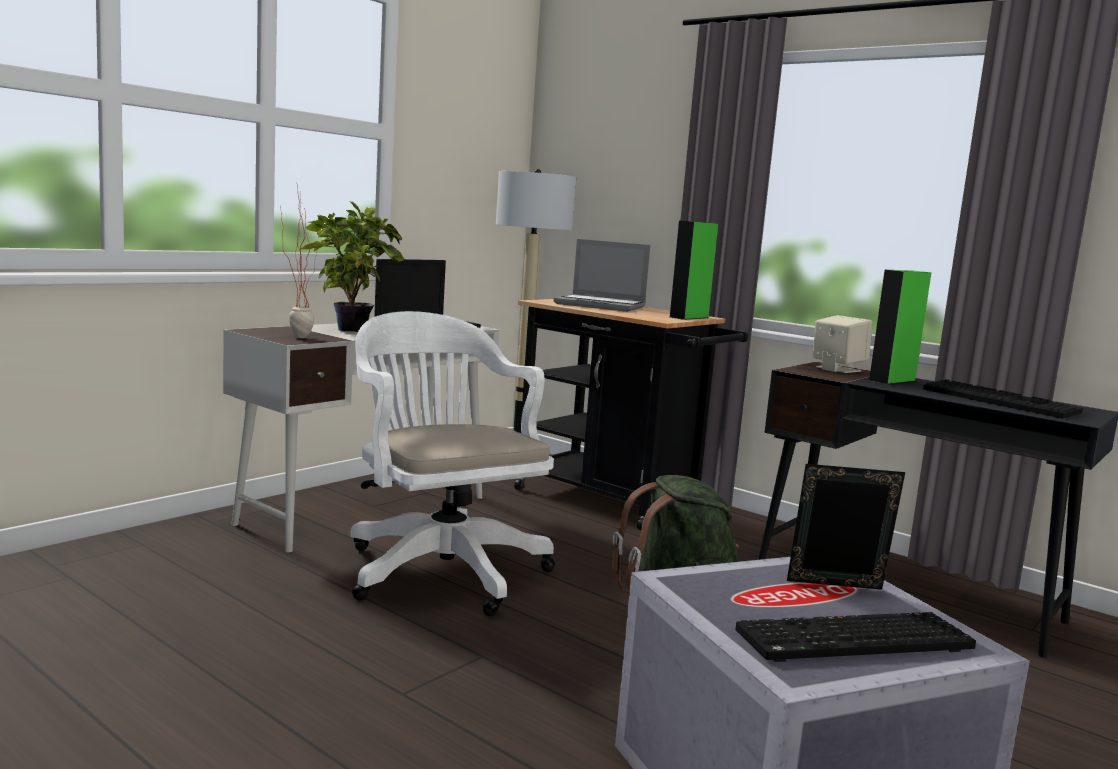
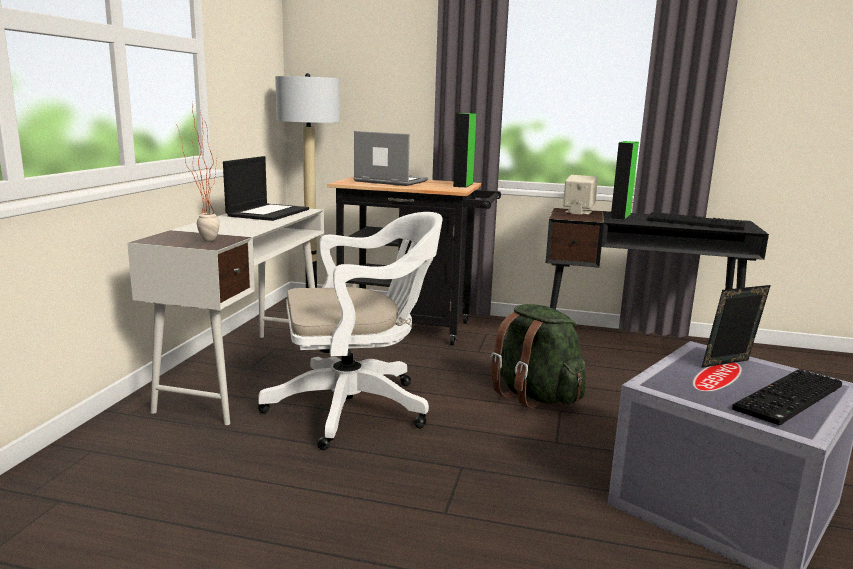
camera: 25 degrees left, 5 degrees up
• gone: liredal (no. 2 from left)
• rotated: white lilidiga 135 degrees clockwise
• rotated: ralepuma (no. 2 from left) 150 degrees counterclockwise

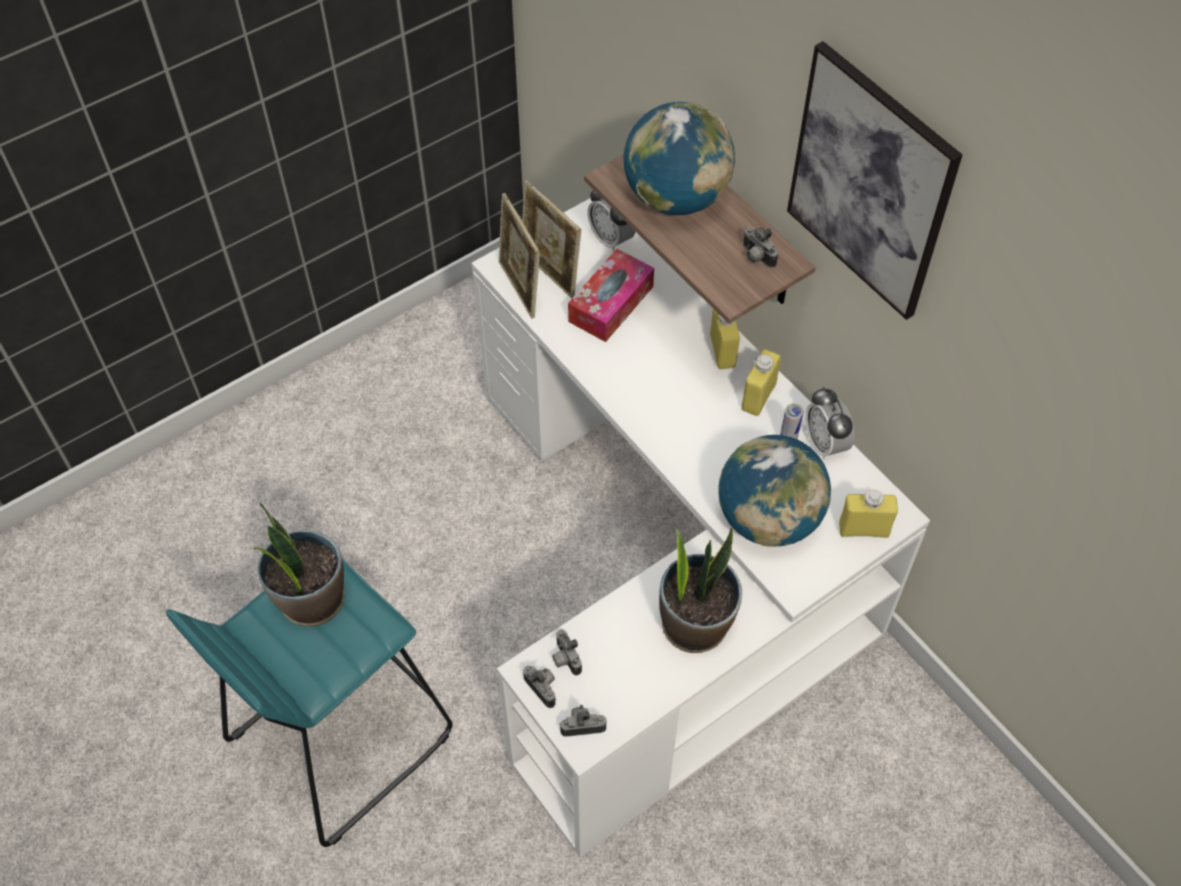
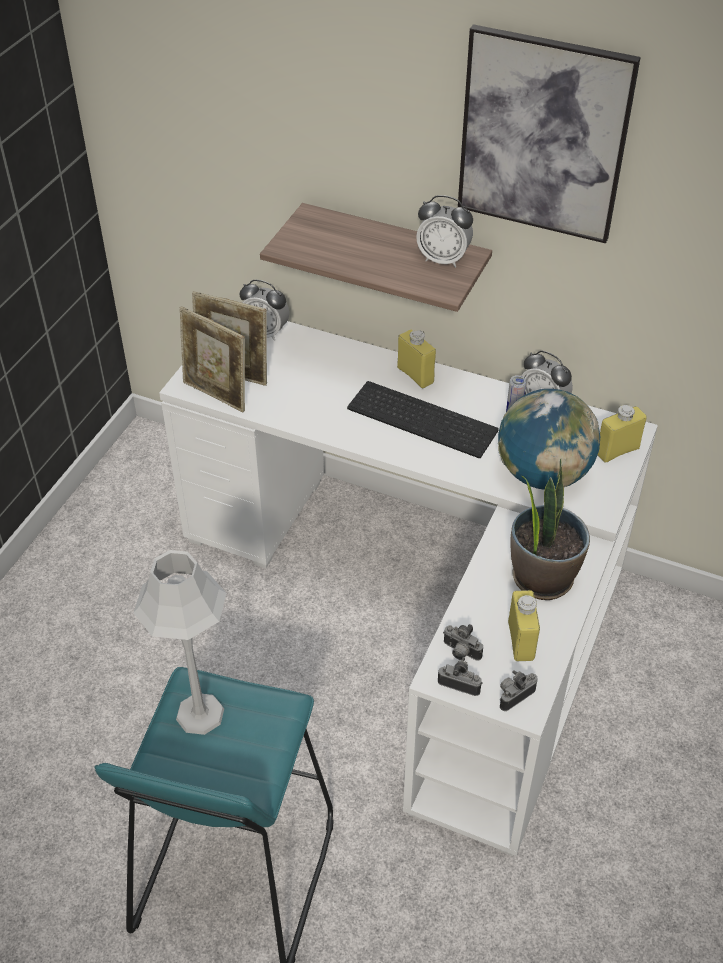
camera: 30 degrees left, 10 degrees down
• gone: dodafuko
• gone: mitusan (no. 1 from left)
• new: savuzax
• shifted: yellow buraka (no. 2 from left)
• swapped: liredal (no. 1 from left) to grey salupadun
• swapped: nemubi (no. 4 from left) to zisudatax (no. 2 from left)

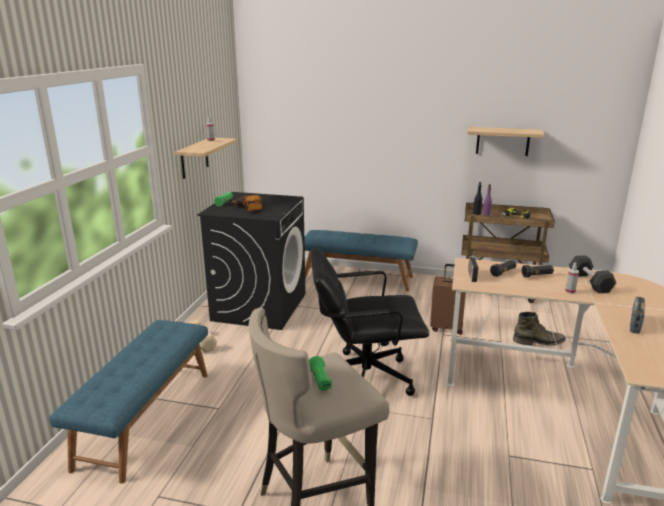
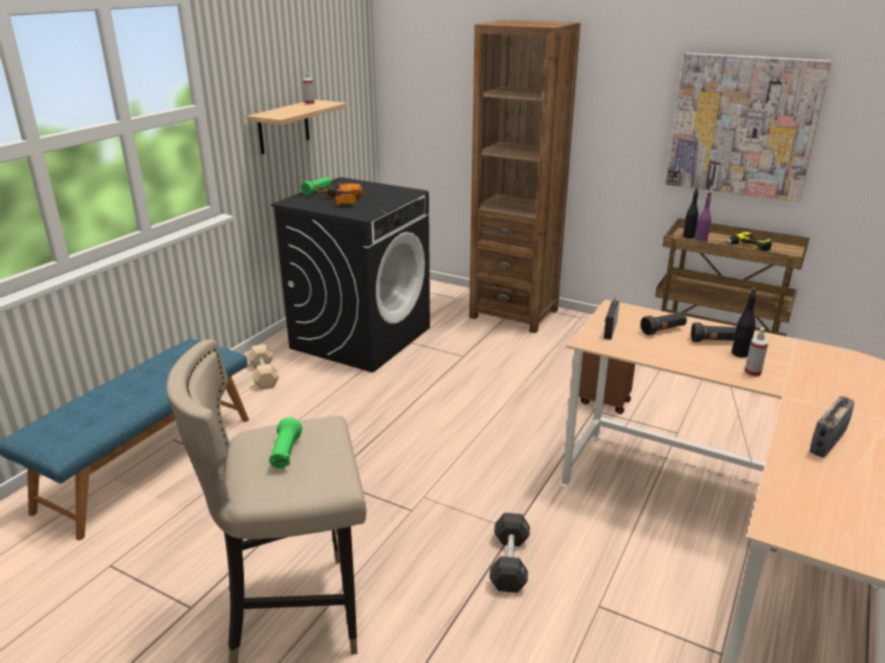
camera: 15 degrees right, 5 degrees up
• gone: black lilidiga
• gone: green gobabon
• new: black buraka (no. 2 from left)
• shifted: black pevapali
• swapped: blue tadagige (no. 2 from left) to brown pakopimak
• swapped: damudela (no. 2 from left) to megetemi

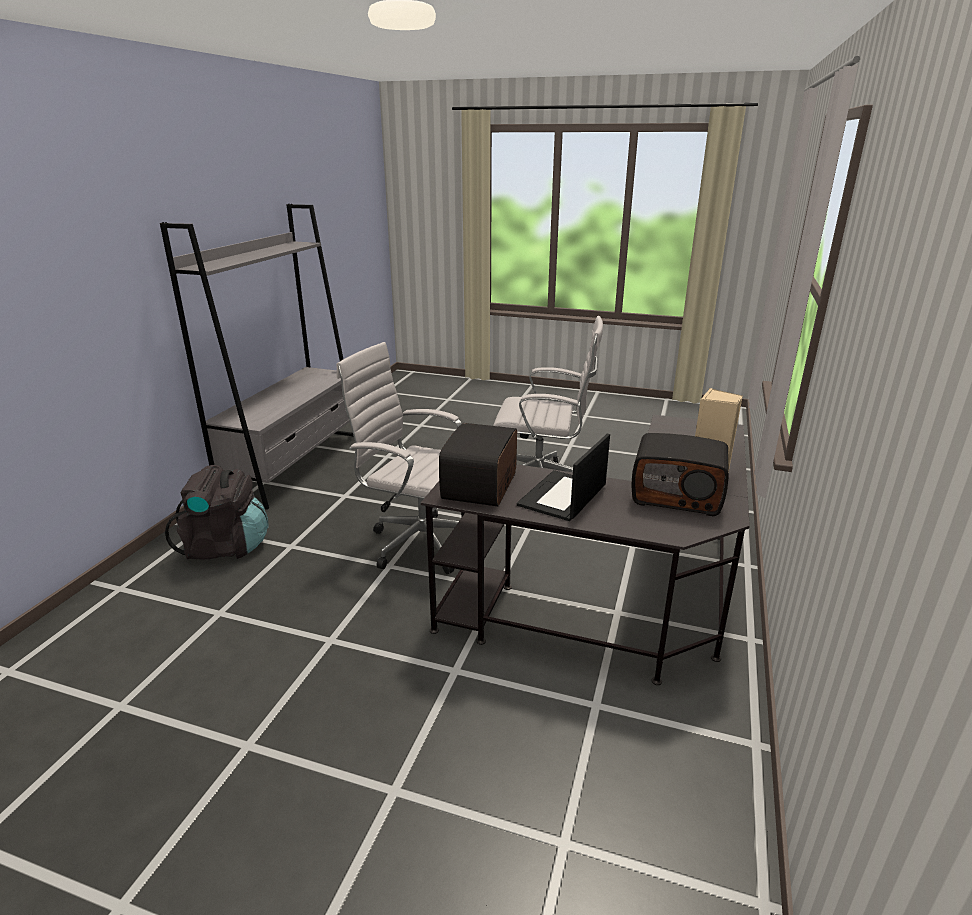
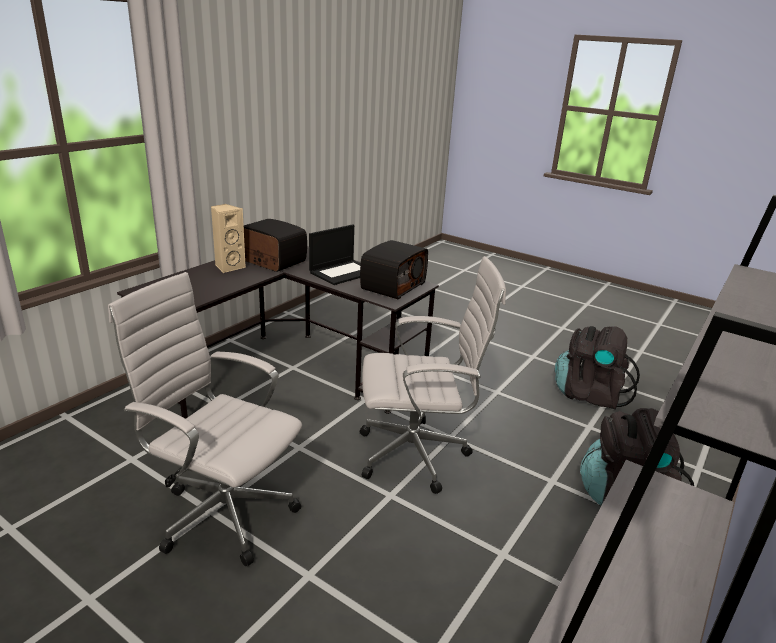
camera: 165 degrees left, 0 degrees up
• new: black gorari (no. 1 from left)
• rotated: white lilidiga (no. 1 from left in the first image) 45 degrees counterclockwise

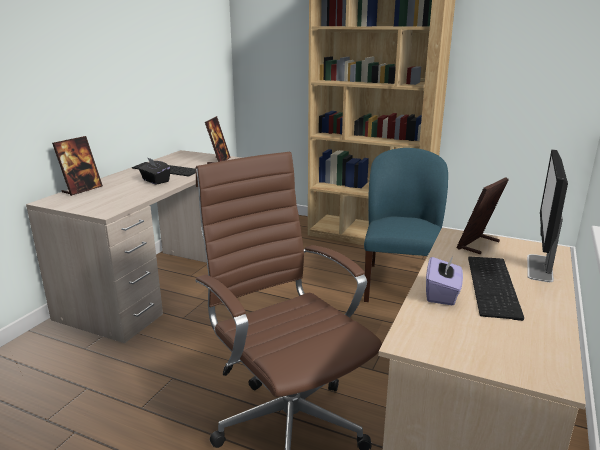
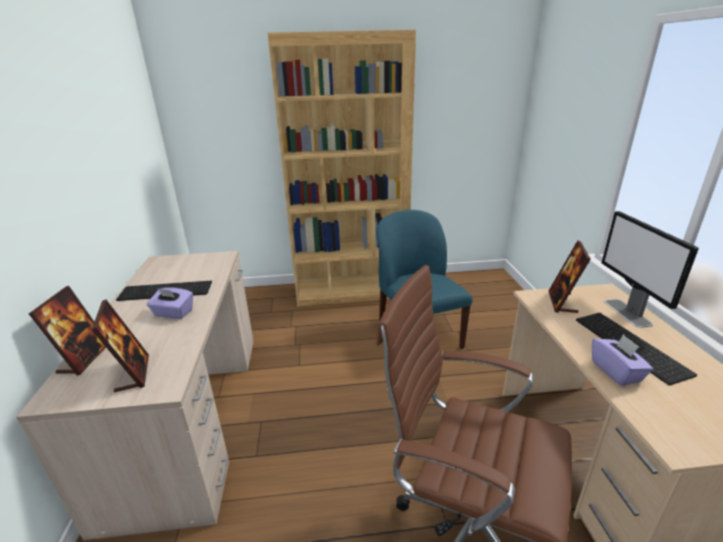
camera: 30 degrees left, 5 degrees up
• shifted: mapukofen (no. 2 from left)
• repainted: black dodafuko to purple dodafuko (no. 1 from left)

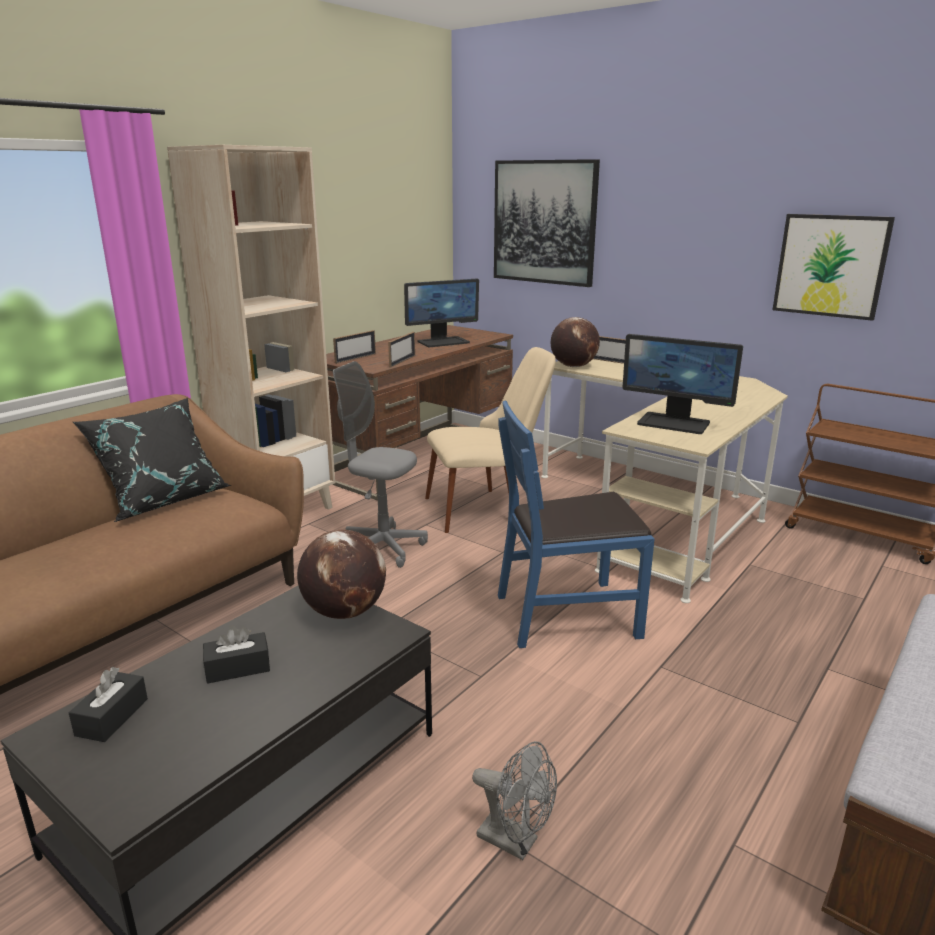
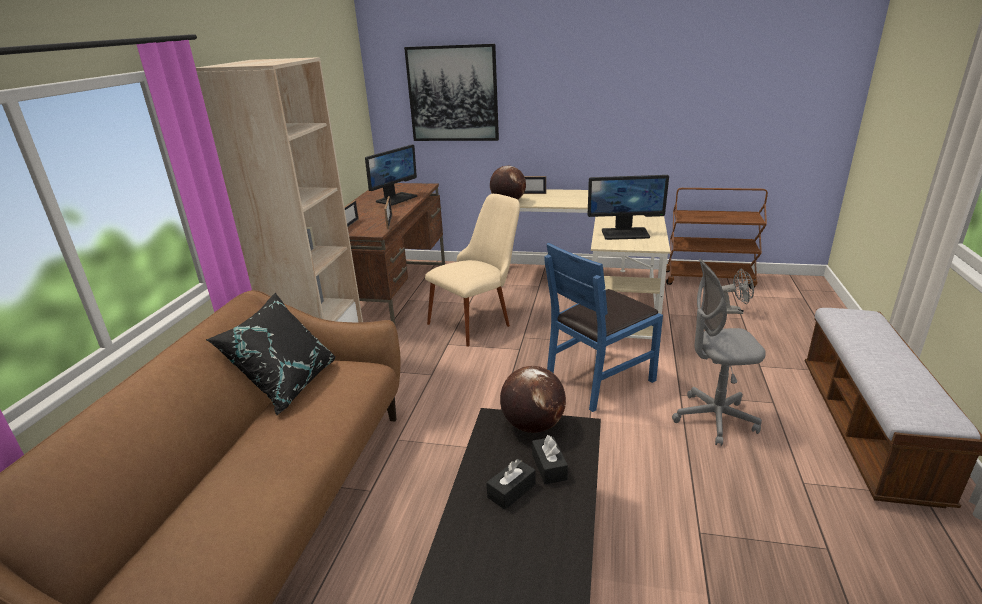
camera: 25 degrees left, 5 degrees up
• gone: megetemi (no. 2 from left)
• shifted: black dodafuko (no. 1 from left in the first image) to black dodafuko (no. 2 from left)
• shifted: grey lilidiga
• shifted: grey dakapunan

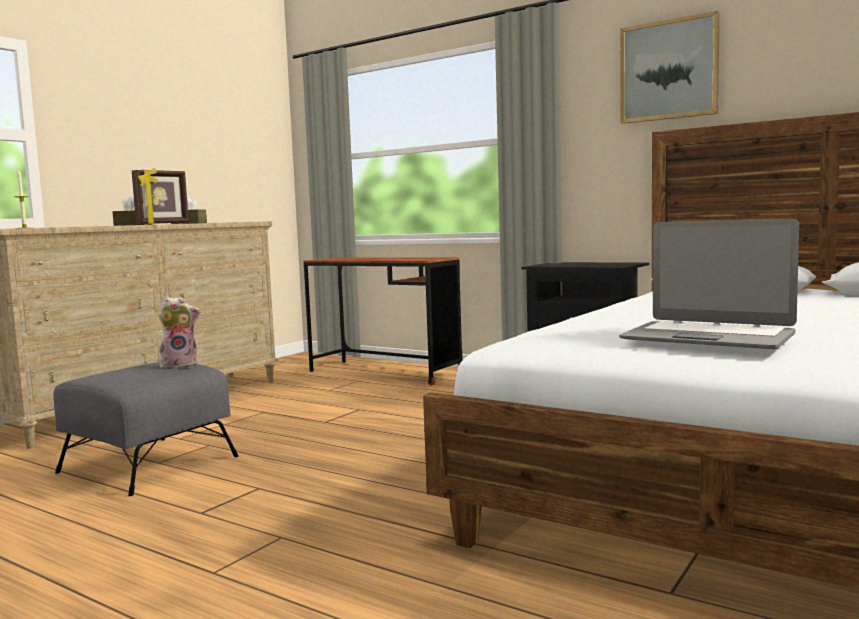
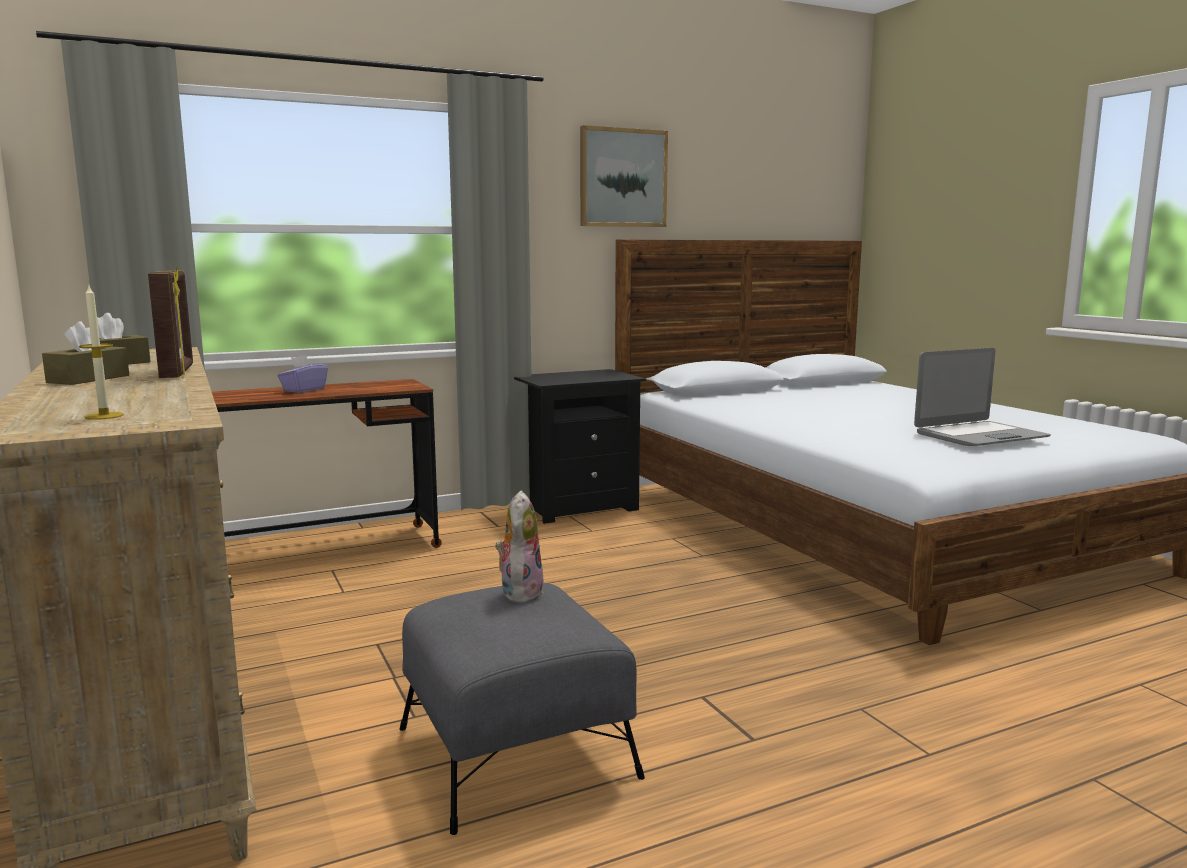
camera: 60 degrees left, 5 degrees up
• new: purple dodafuko

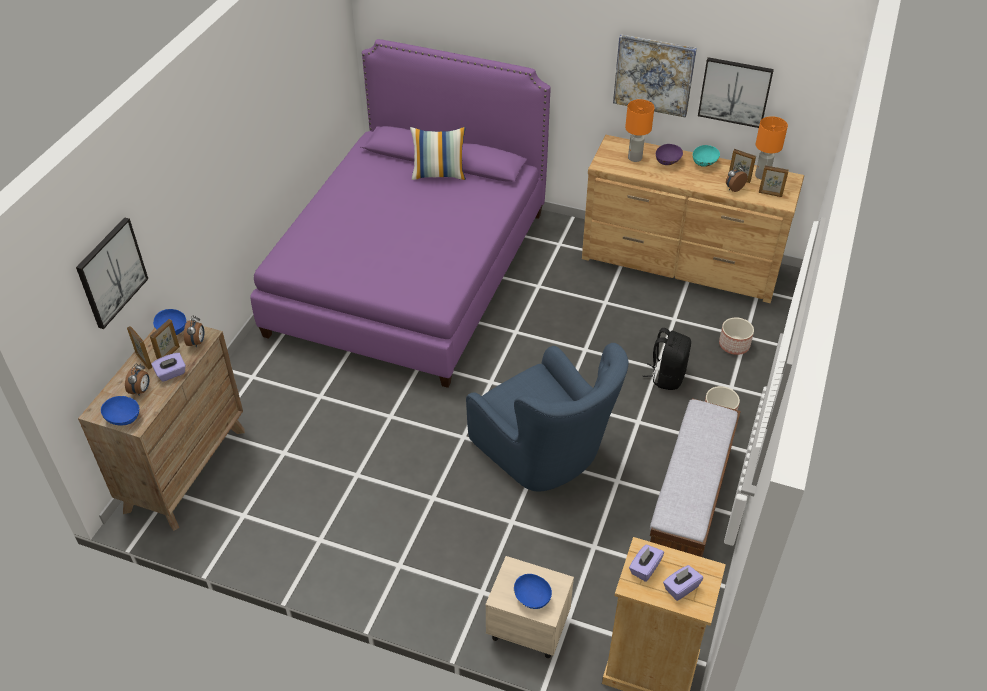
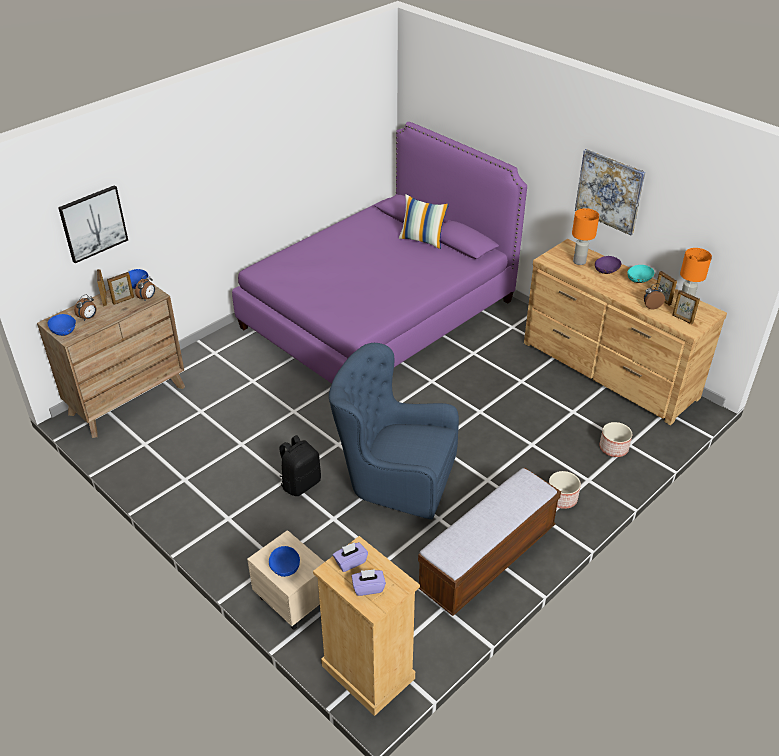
camera: 25 degrees right, 5 degrees down
• gone: purple dodafuko (no. 1 from left)
• gone: megetemi (no. 3 from left)
• shifted: black gorari
• rotated: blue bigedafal 120 degrees clockwise

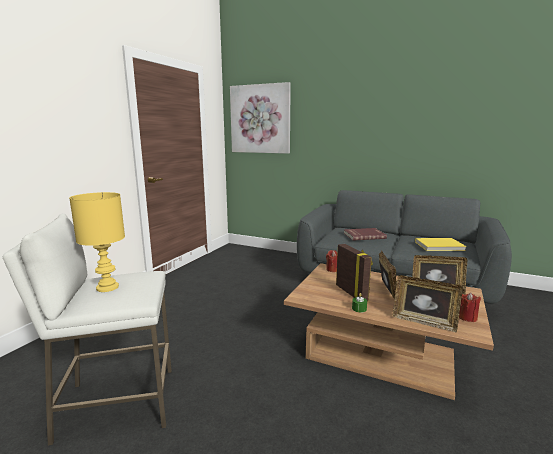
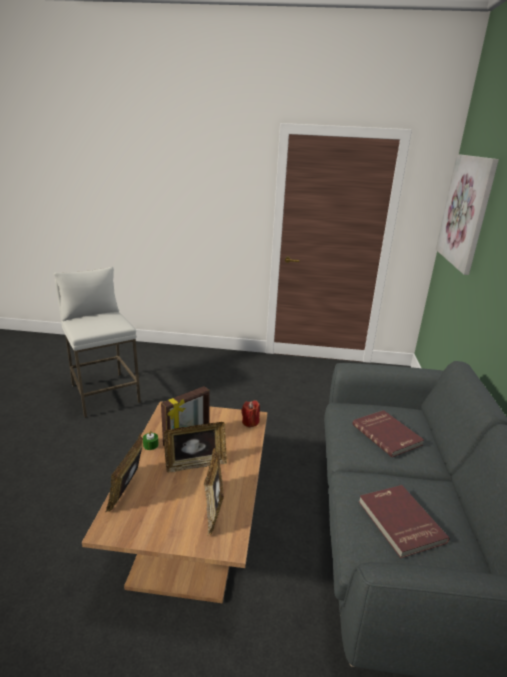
camera: 70 degrees right, 10 degrees up
• gone: yellow salupadun
• gone: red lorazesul (no. 2 from left)
• repainted: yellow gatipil to red gatipil (no. 2 from left)

